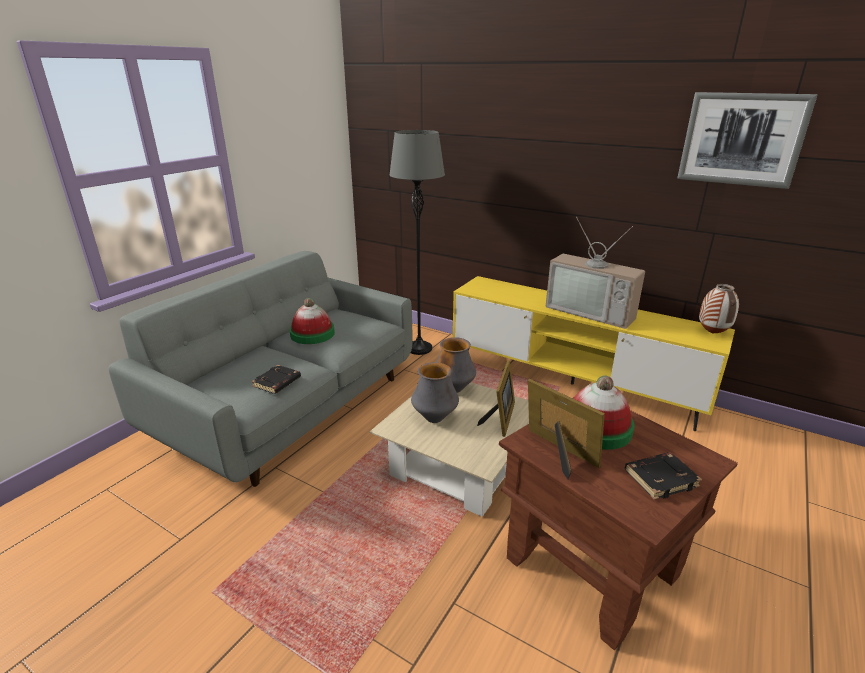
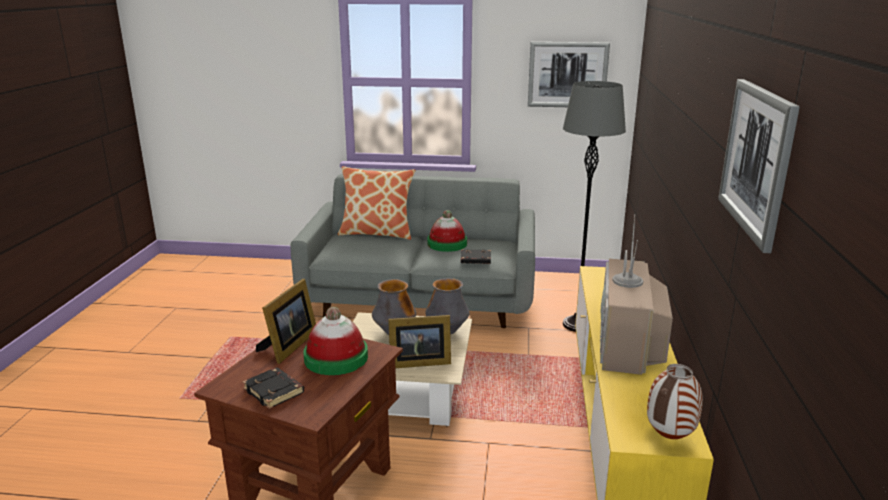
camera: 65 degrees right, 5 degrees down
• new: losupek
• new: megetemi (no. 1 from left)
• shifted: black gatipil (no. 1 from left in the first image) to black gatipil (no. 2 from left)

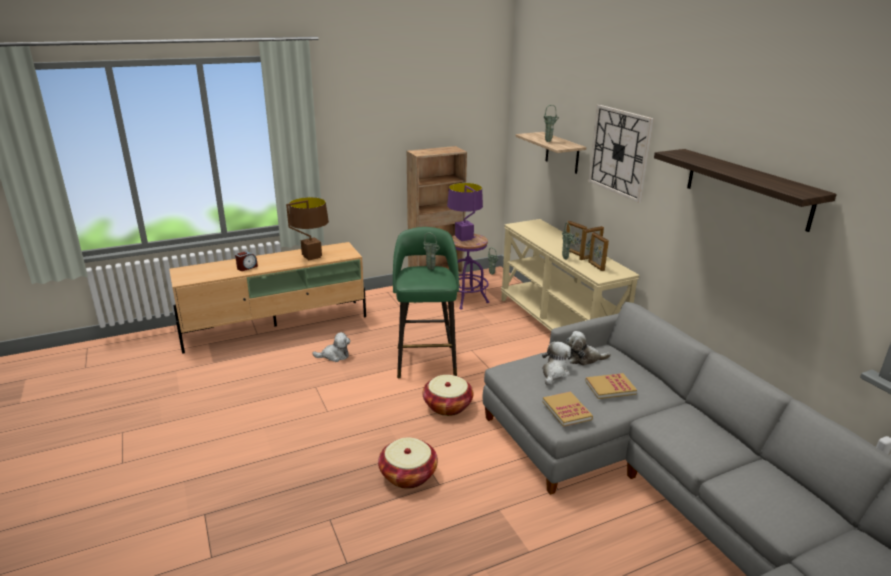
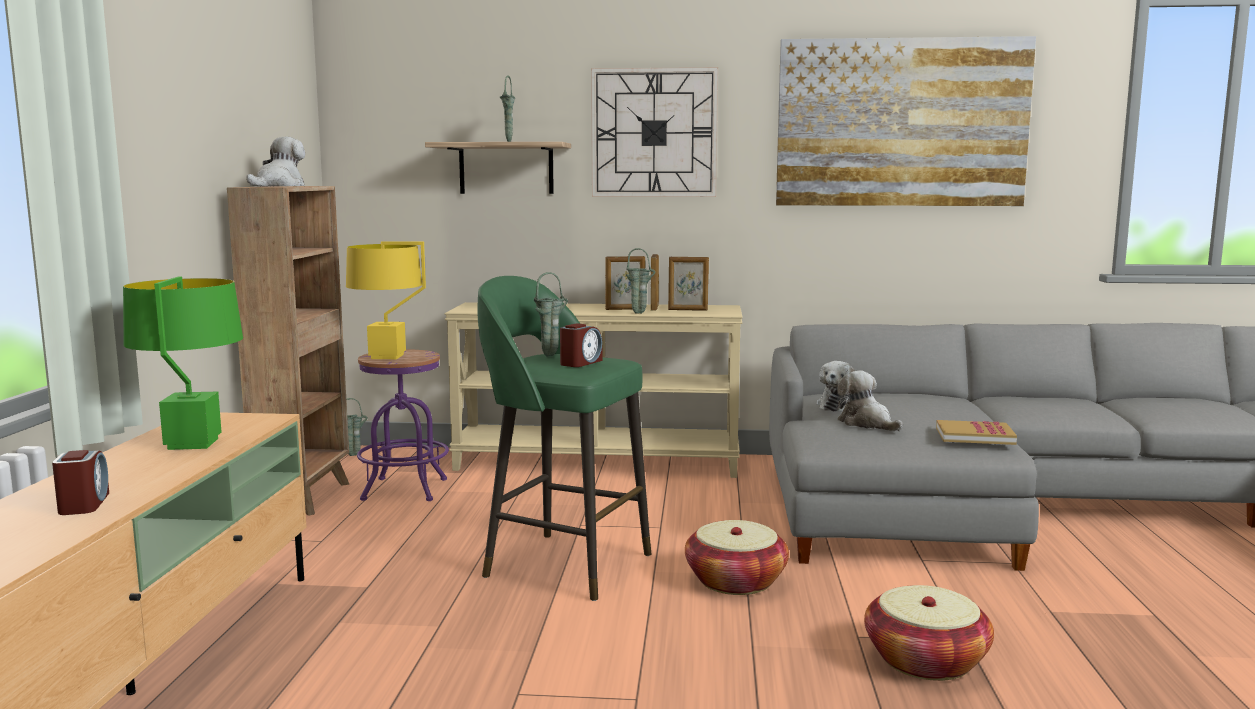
camera: 60 degrees left, 15 degrees down
• gone: gatipil (no. 2 from left)
• new: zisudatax (no. 2 from left)
• shifted: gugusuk (no. 1 from left)
• swapped: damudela (no. 2 from left) to megetemi
• repainted: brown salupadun to green salupadun
• repainted: purple salupadun to yellow salupadun

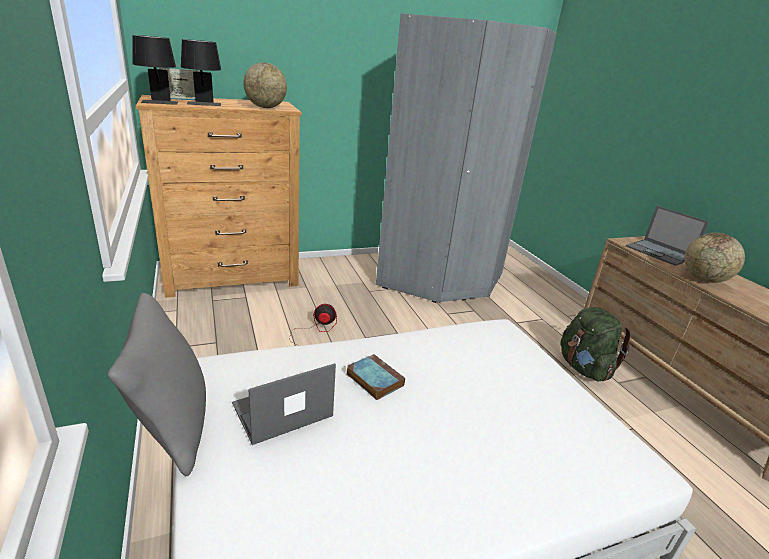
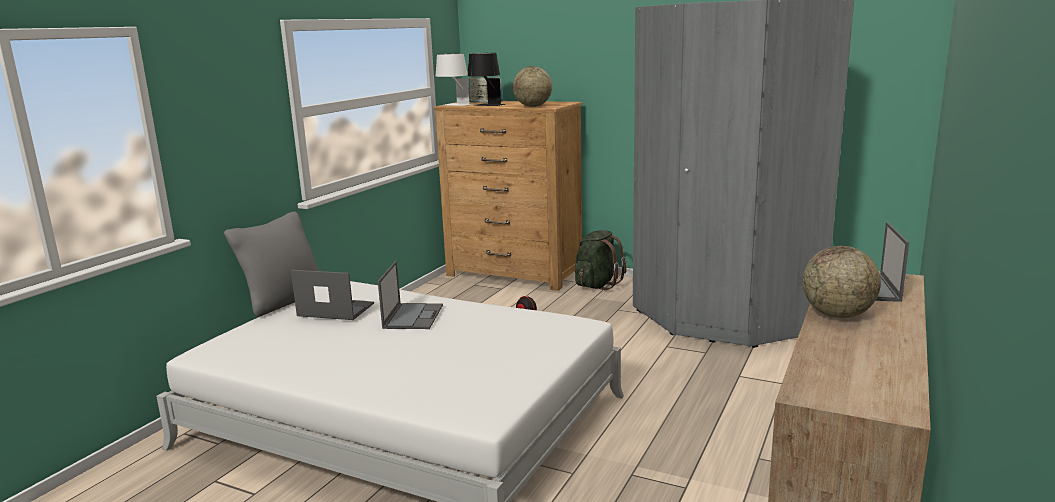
camera: 50 degrees right, 10 degrees down
• shifted: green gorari
• swapped: gatipil to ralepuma (no. 2 from left)
• repainted: black salupadun (no. 1 from left) to white salupadun

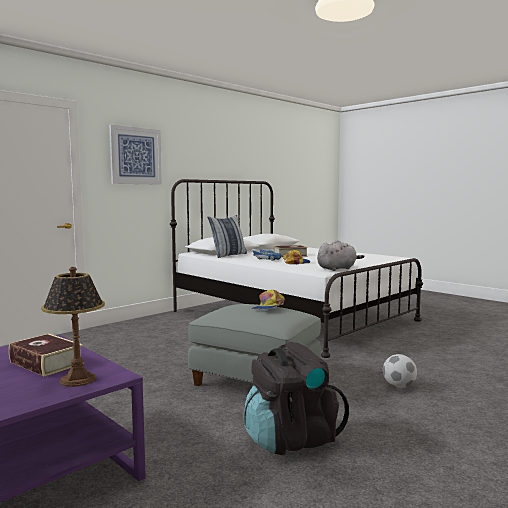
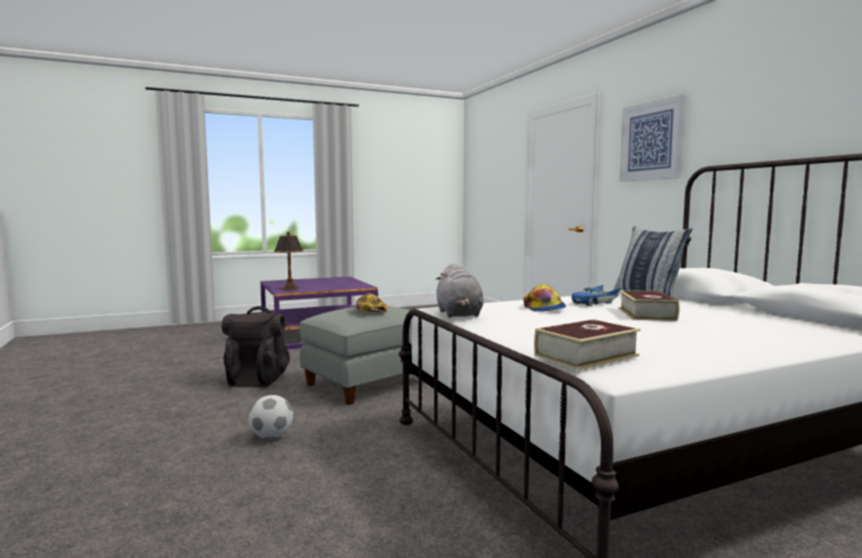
camera: 110 degrees right, 0 degrees up
• shifted: gatipil (no. 1 from left)

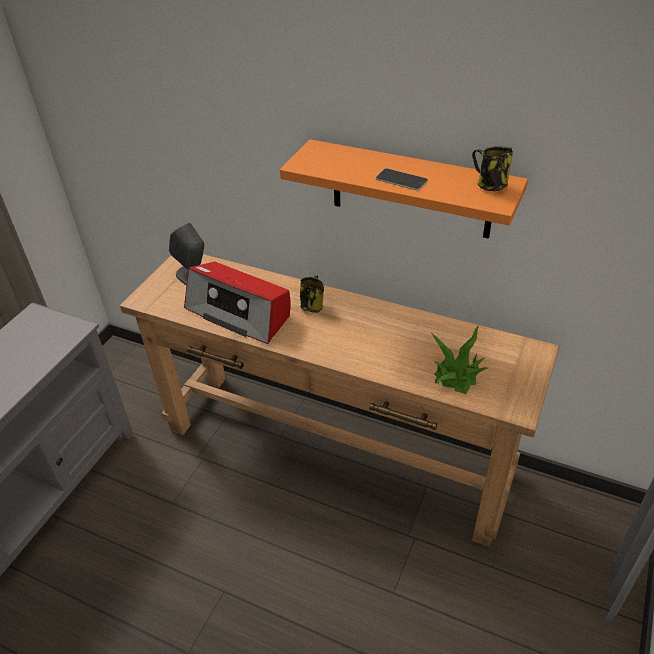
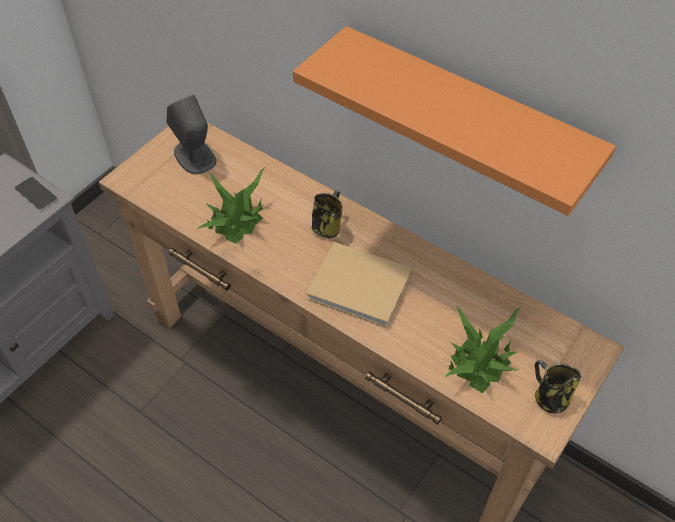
camera: 10 degrees right, 10 degrees up
• new: beige gatipil
• shifted: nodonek
• shifted: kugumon (no. 2 from left)
• swapped: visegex to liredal (no. 1 from left)

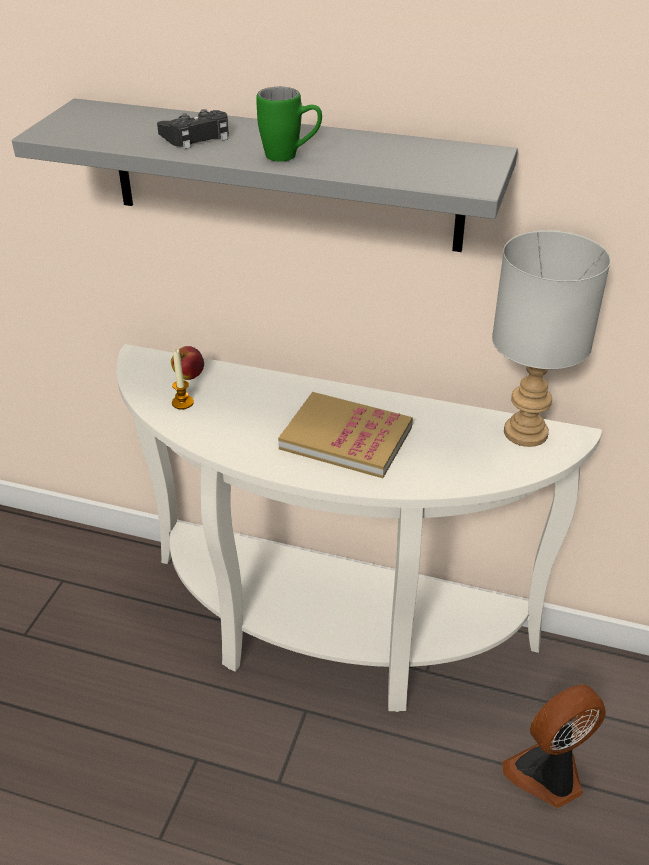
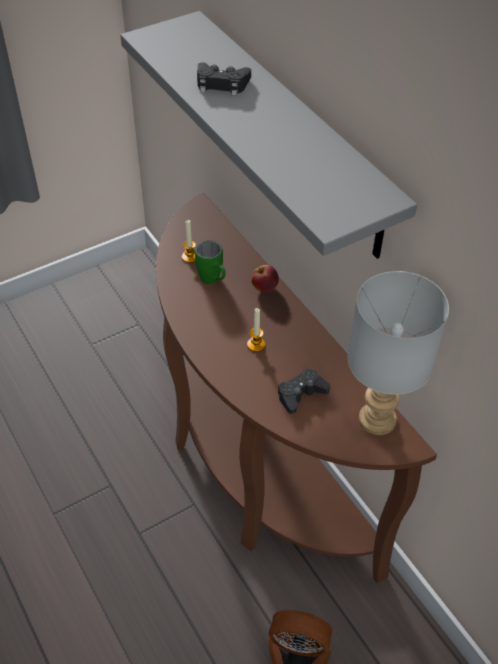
camera: 40 degrees right, 10 degrees up
• new: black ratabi (no. 2 from left)
• shifted: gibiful
• shifted: green kugumon
• swapped: gatipil to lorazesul (no. 2 from left)
• repainted: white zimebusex to brown zimebusex

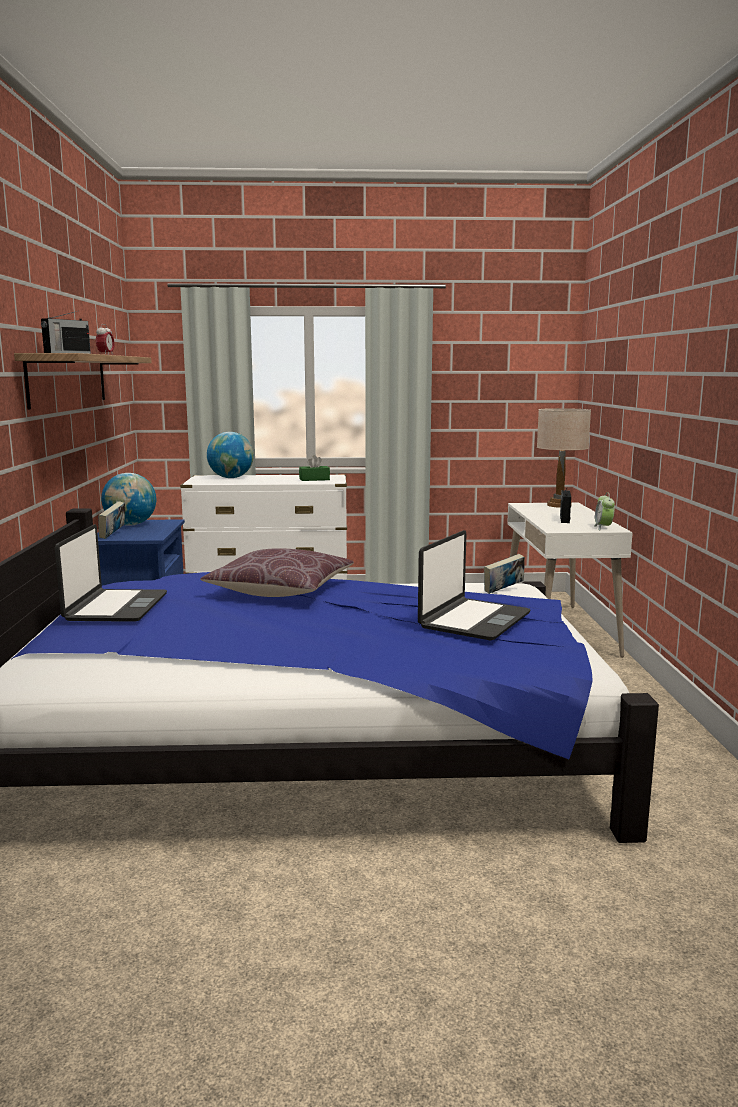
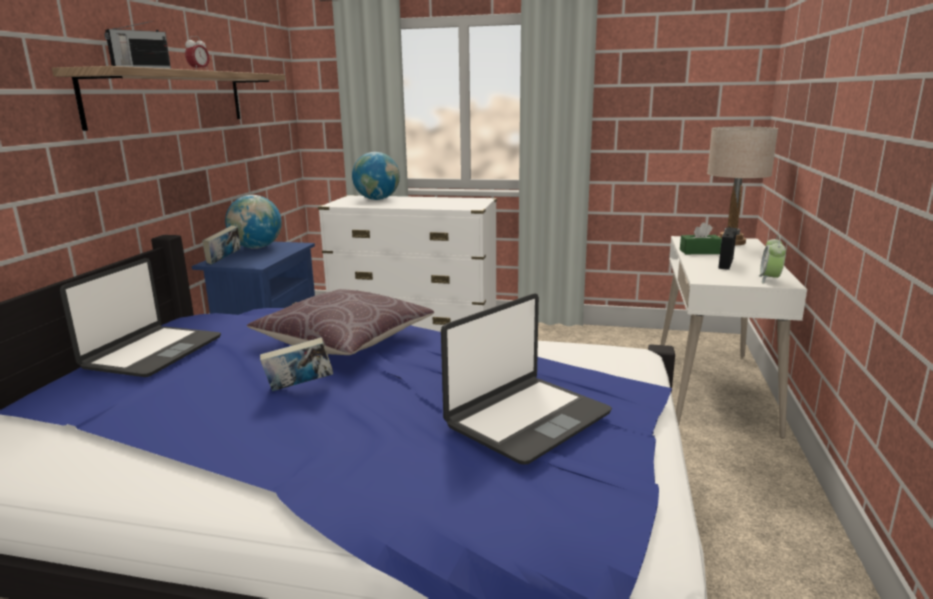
camera: 15 degrees right, 5 degrees up
• shifted: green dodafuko
• shifted: gatipil (no. 2 from left)

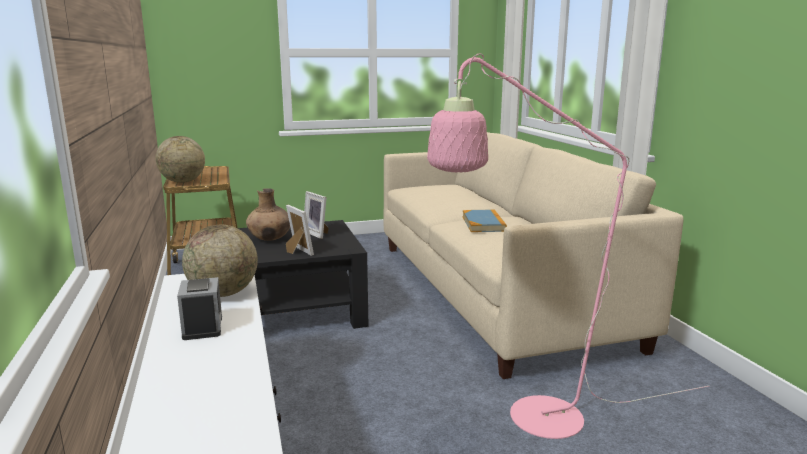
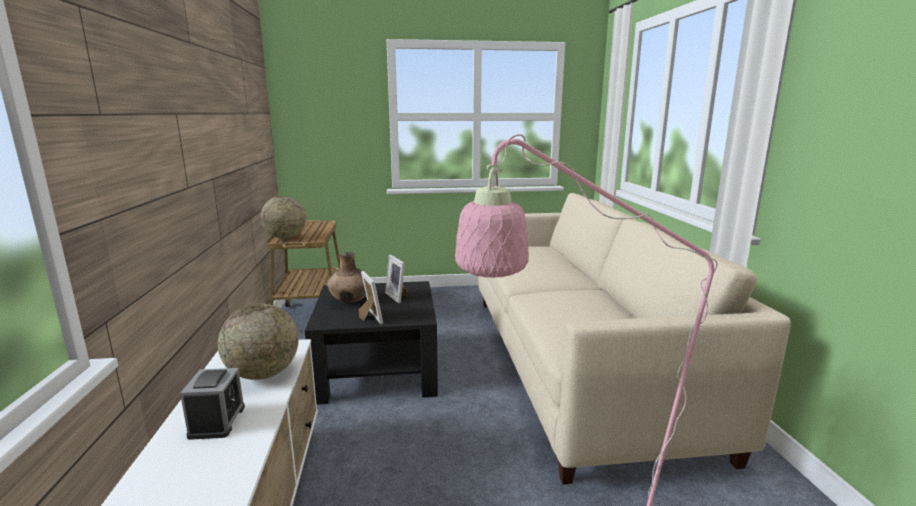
camera: 10 degrees right, 0 degrees up
• gone: gatipil

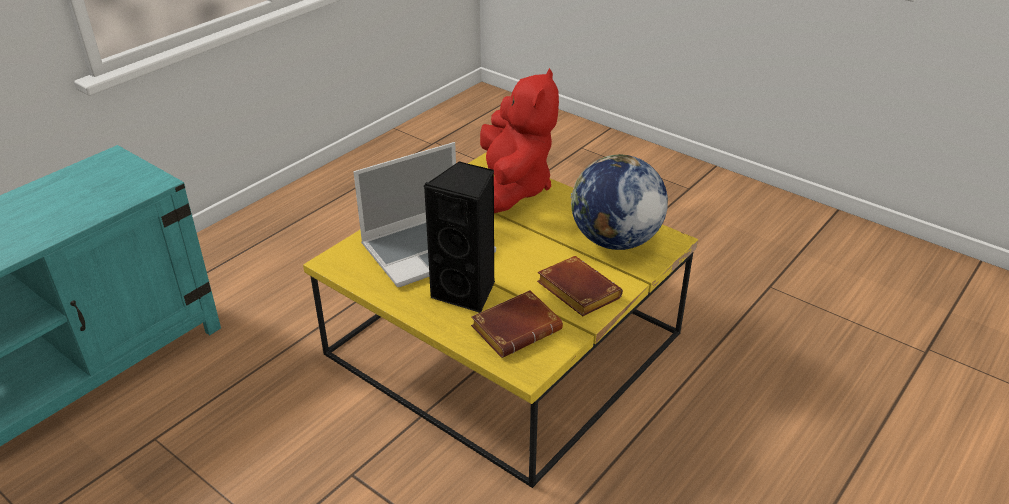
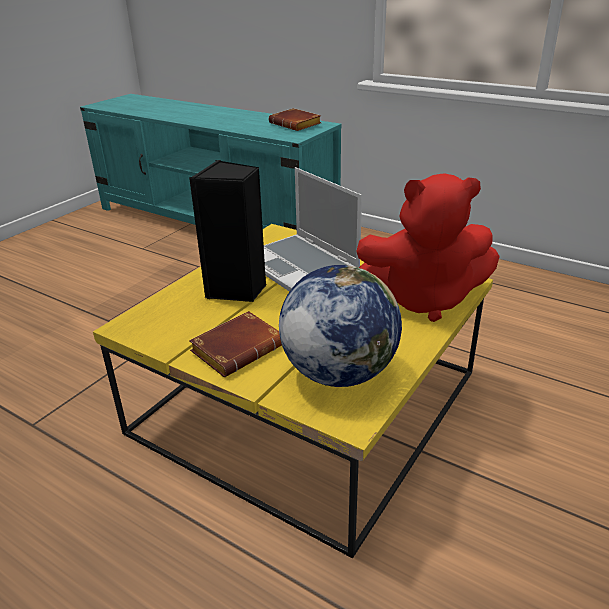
camera: 85 degrees right, 5 degrees down
• shifted: brown gatipil (no. 1 from left in the first image) to brown gatipil (no. 2 from left)

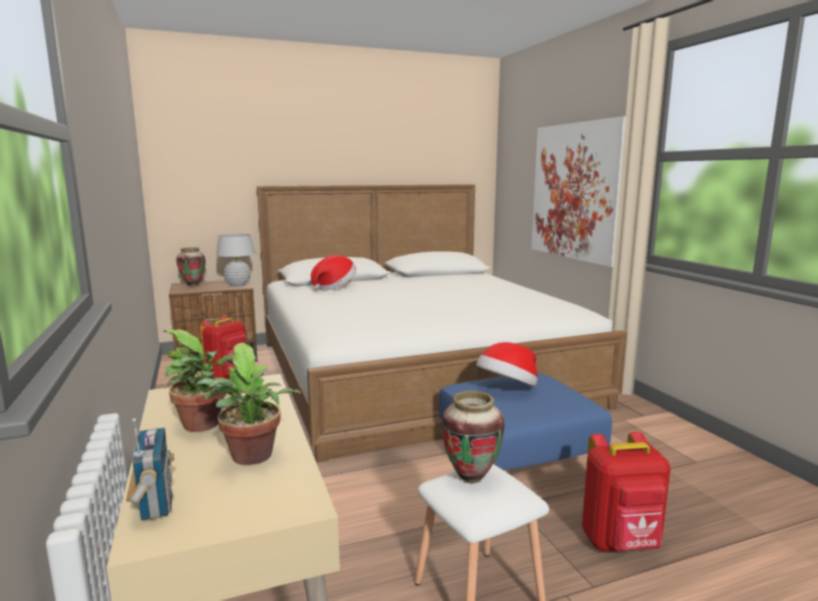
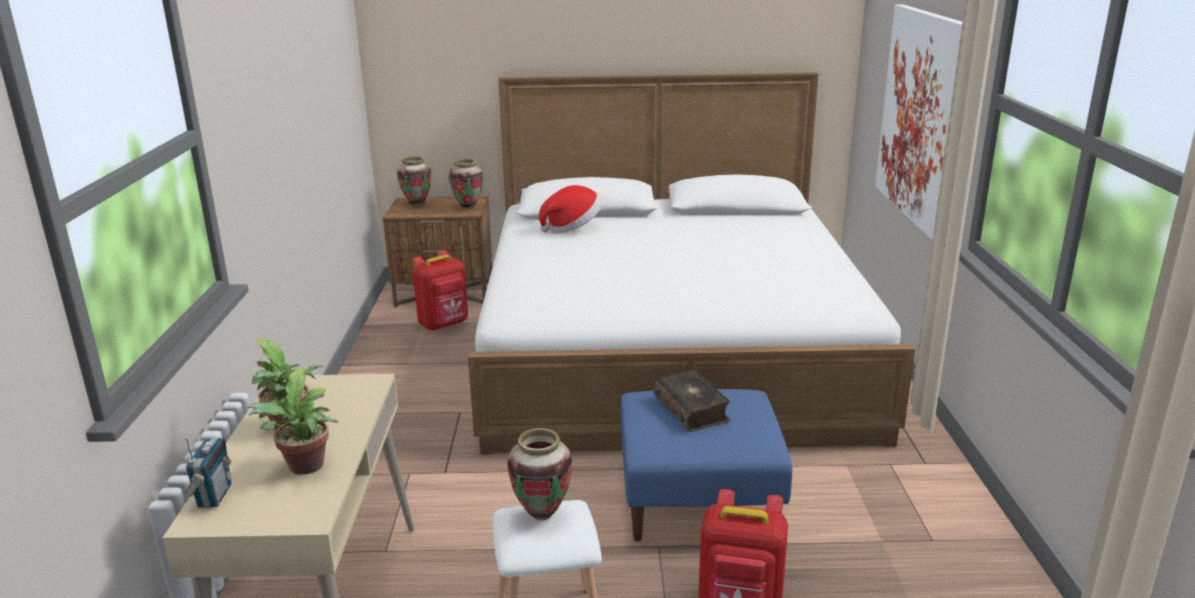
camera: 20 degrees right, 10 degrees up
• swapped: white salupadun to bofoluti (no. 2 from left)
• swapped: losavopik (no. 2 from left) to gatipil

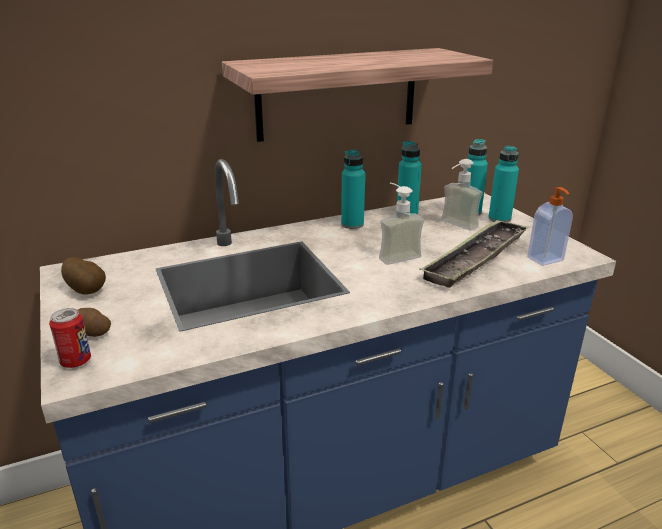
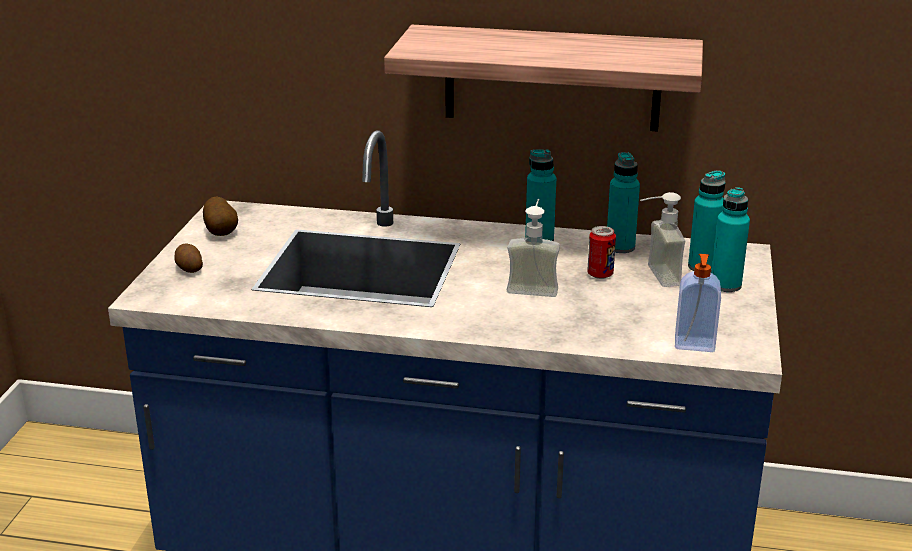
camera: 35 degrees right, 0 degrees up
• gone: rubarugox
• shifted: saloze

